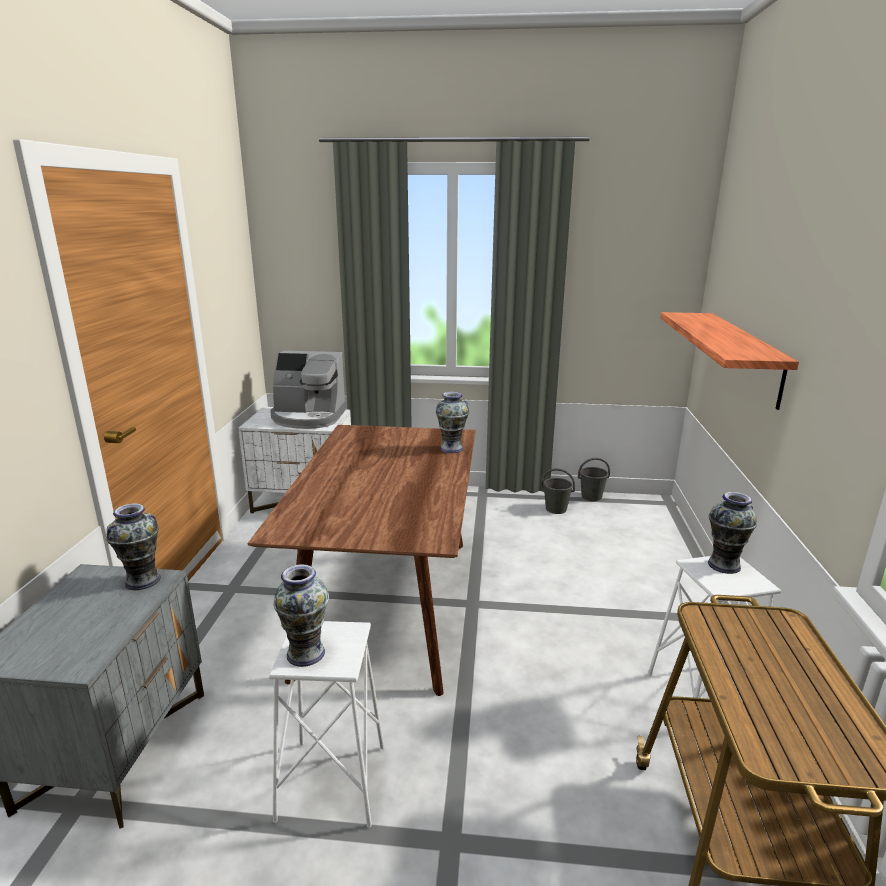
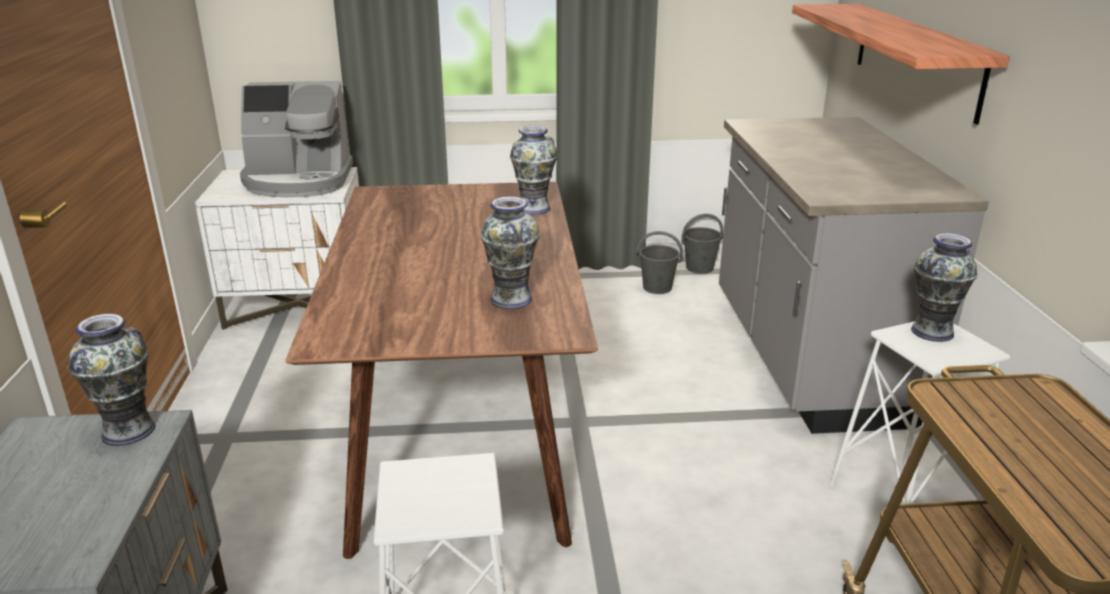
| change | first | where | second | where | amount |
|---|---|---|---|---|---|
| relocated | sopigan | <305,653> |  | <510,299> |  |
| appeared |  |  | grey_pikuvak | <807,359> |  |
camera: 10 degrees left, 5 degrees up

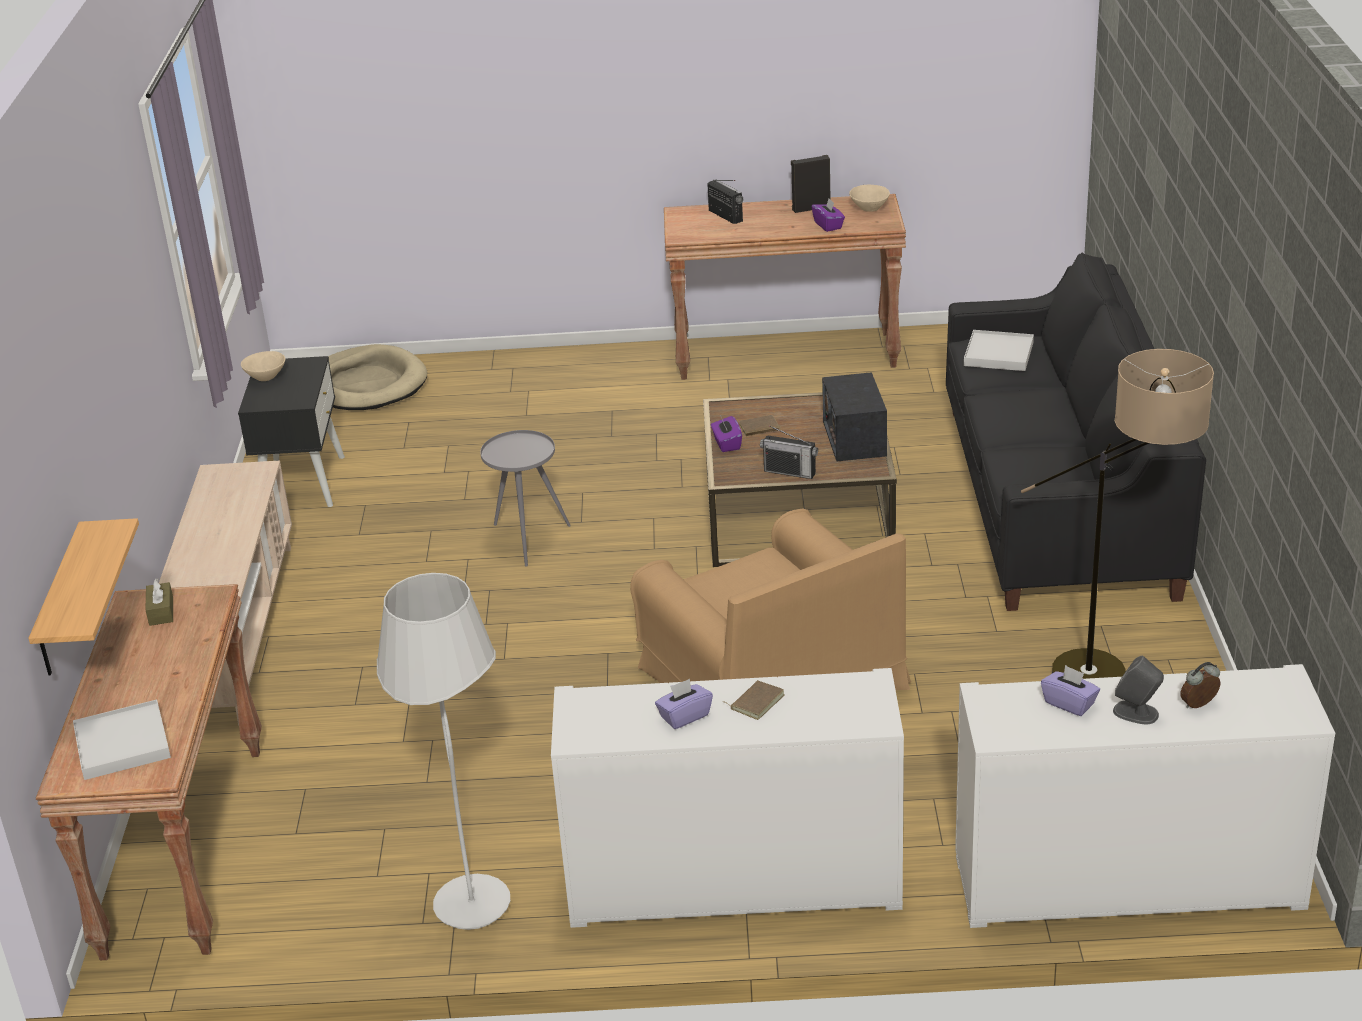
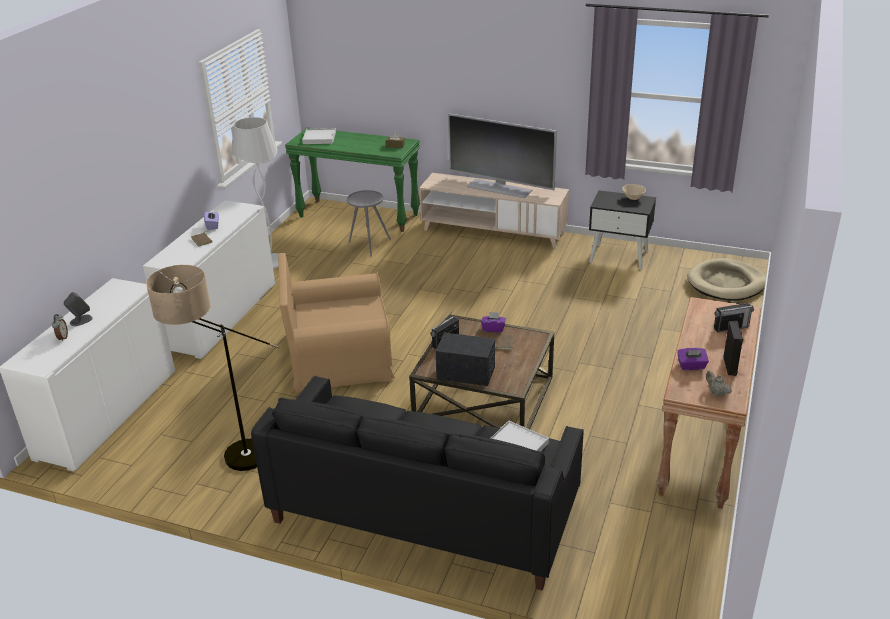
| change | first | where | second | where | amount |
|---|---|---|---|---|---|
| exchanged | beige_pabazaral | <869,209> | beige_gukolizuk | <716,392> |  |
| relocated | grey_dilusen | <527,541> |  | <369,245> |  |
| missing | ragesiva | <61,602> |  |  |  |
| colour | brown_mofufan | <183,849> | green_mofufan | <359,215> |  |
| missing | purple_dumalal | <1069,703> |  |  |  |
| appeared |  |  | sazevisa | <499,188> |  |
camera: 110 degrees right, 0 degrees up

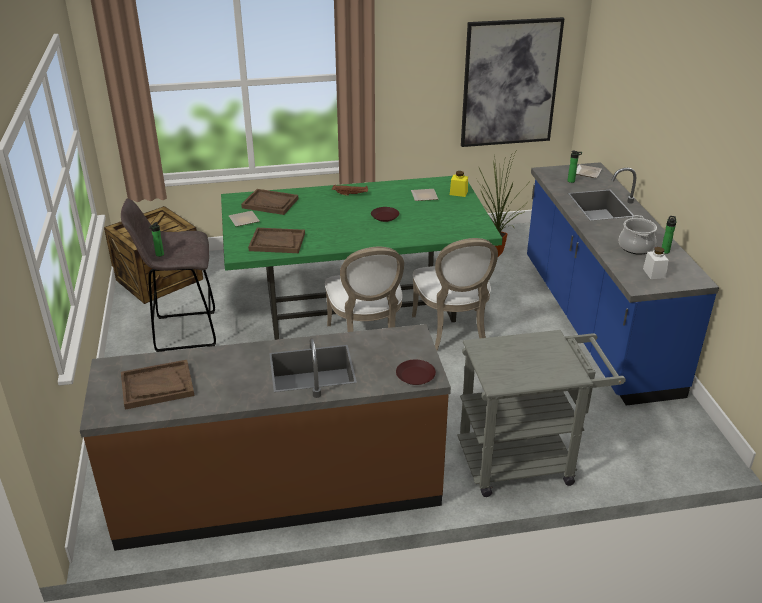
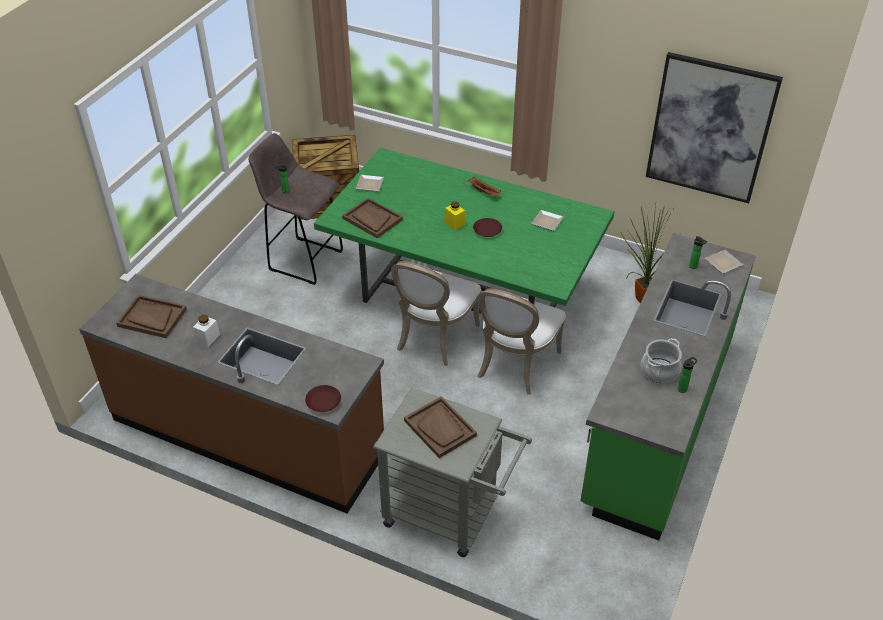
| change | first | where | second | where | amount |
|---|---|---|---|---|---|
| colour | blue_pikuvak | <595,324> | green_pikuvak | <656,422> |  |
| relocated | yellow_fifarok | <458,193> |  | <454,223> |  |
| relocated | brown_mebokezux | <270,203> |  | <440,428> |  |
| relocated | white_fifarok | <654,273> |  | <207,338> |  |
camera: 35 degrees right, 10 degrees up

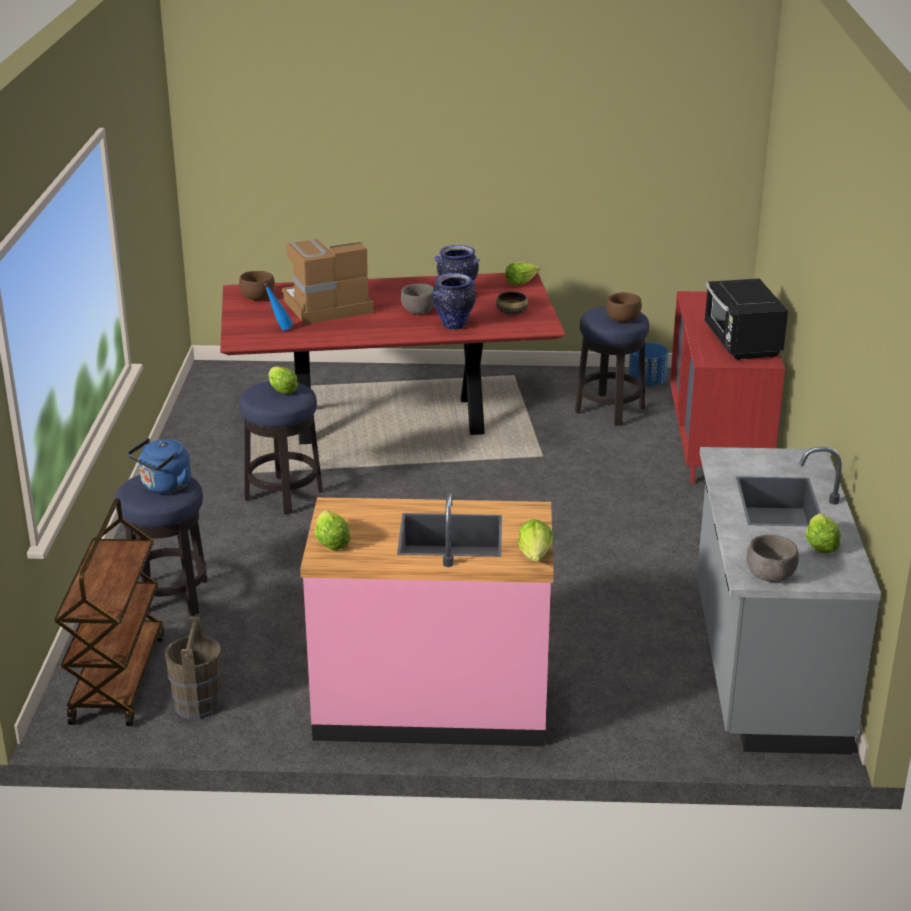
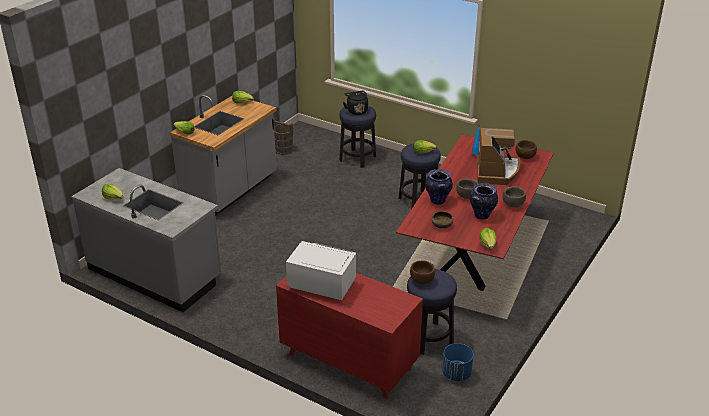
| change | first | where | second | where | amount |
|---|---|---|---|---|---|
| colour | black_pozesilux | <741,344> | white_pozesilux | <321,285> |  |
| colour | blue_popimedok | <164,486> | black_popimedok | <356,111> |  |
| colour | pink_pikuvak | <431,703> | grey_pikuvak | <231,191> |  |
| missing | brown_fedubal | <117,678> |  |  |  |
| relocated | brown_pabazaral | <769,576> |  | <513,205> |  |
camera: 120 degrees right, 5 degrees up

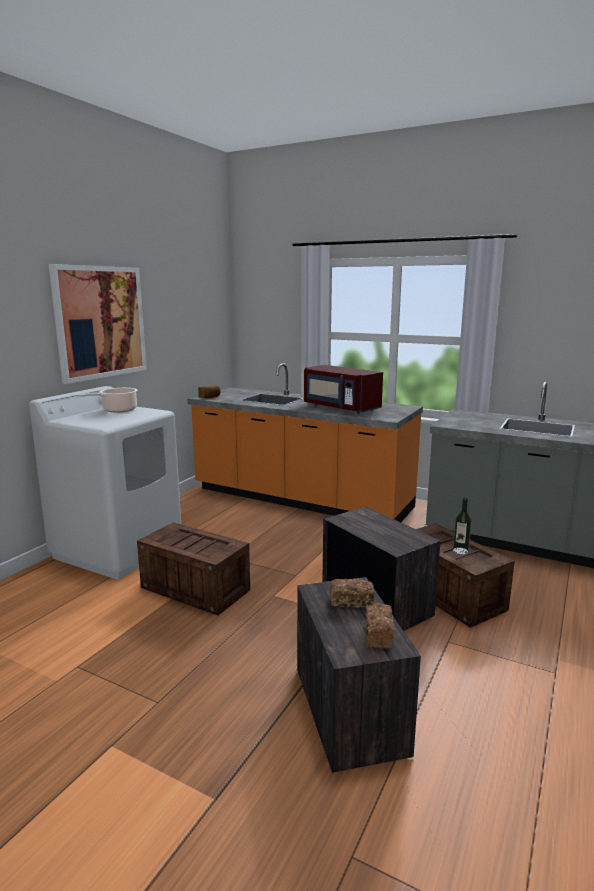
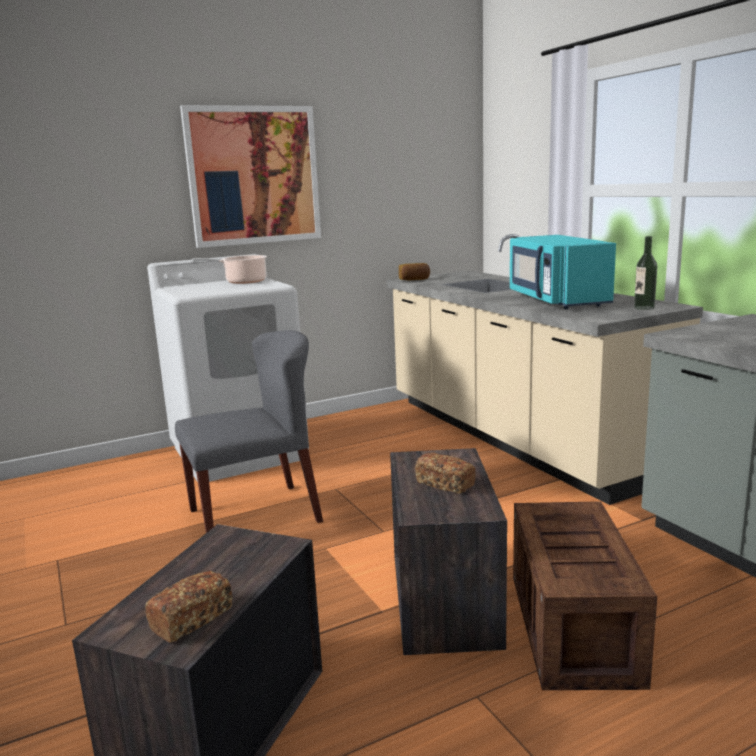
| change | first | where | second | where | amount |
|---|---|---|---|---|---|
| colour | orange_pikuvak | <300,499> | beige_pikuvak | <515,436> |  |
| colour | red_pozesilux | <340,407> | turquoise_pozesilux | <556,300> |  |
| relocated | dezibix | <460,551> |  | <644,308> |  |
| exchanged | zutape | <196,589> | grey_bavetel | <255,515> |  |
| relocated | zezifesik | <351,601> |  | <445,484> |  |
camera: 35 degrees right, 0 degrees up

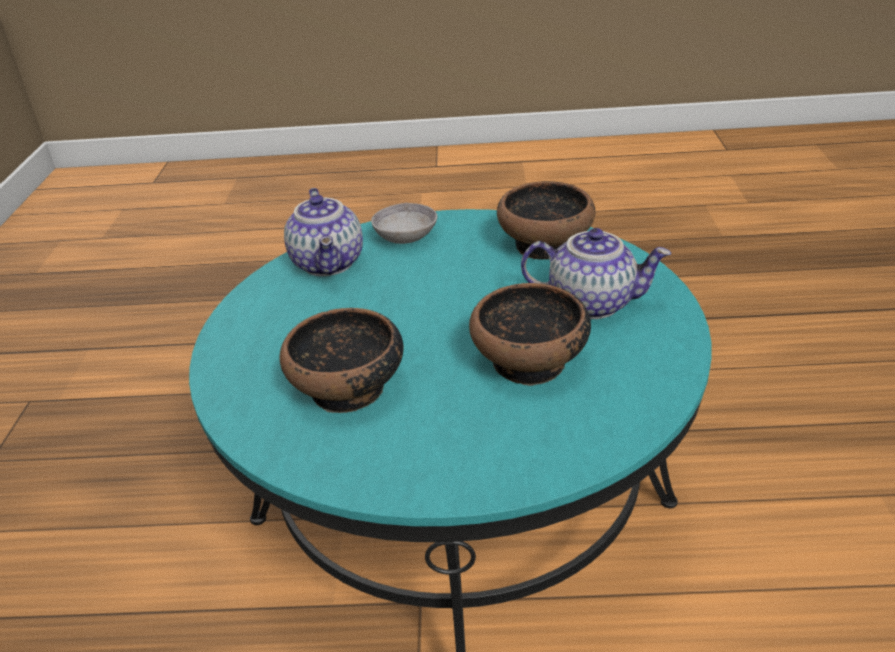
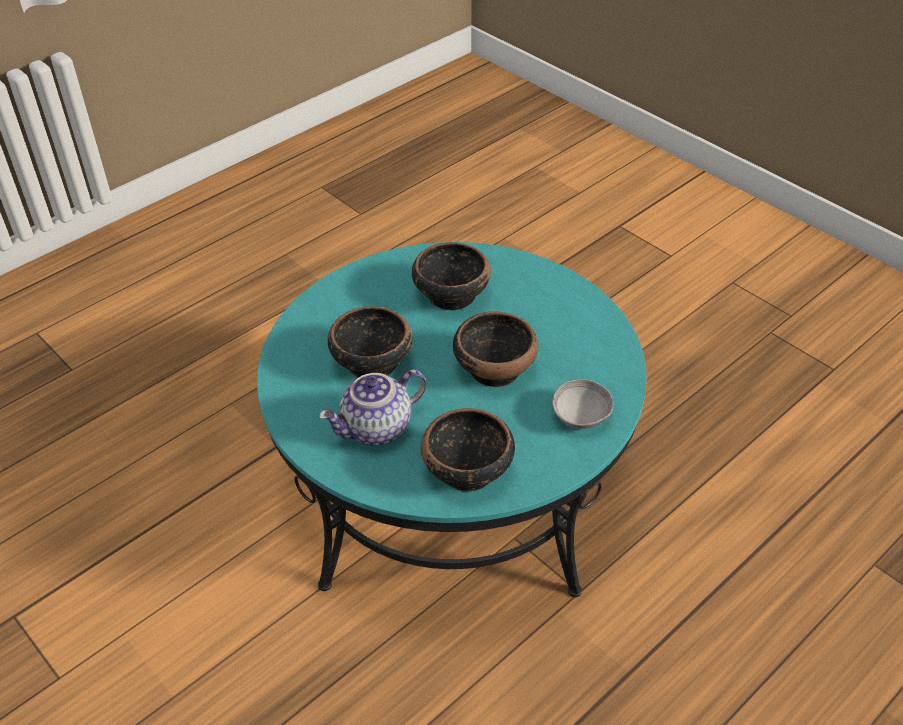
| change | first | where | second | where | amount |
|---|---|---|---|---|---|
| missing | gukolizuk | <330,264> |  |  |  |
| appeared |  |  | pabazaral | <495,368> |  |
camera: 135 degrees right, 10 degrees up

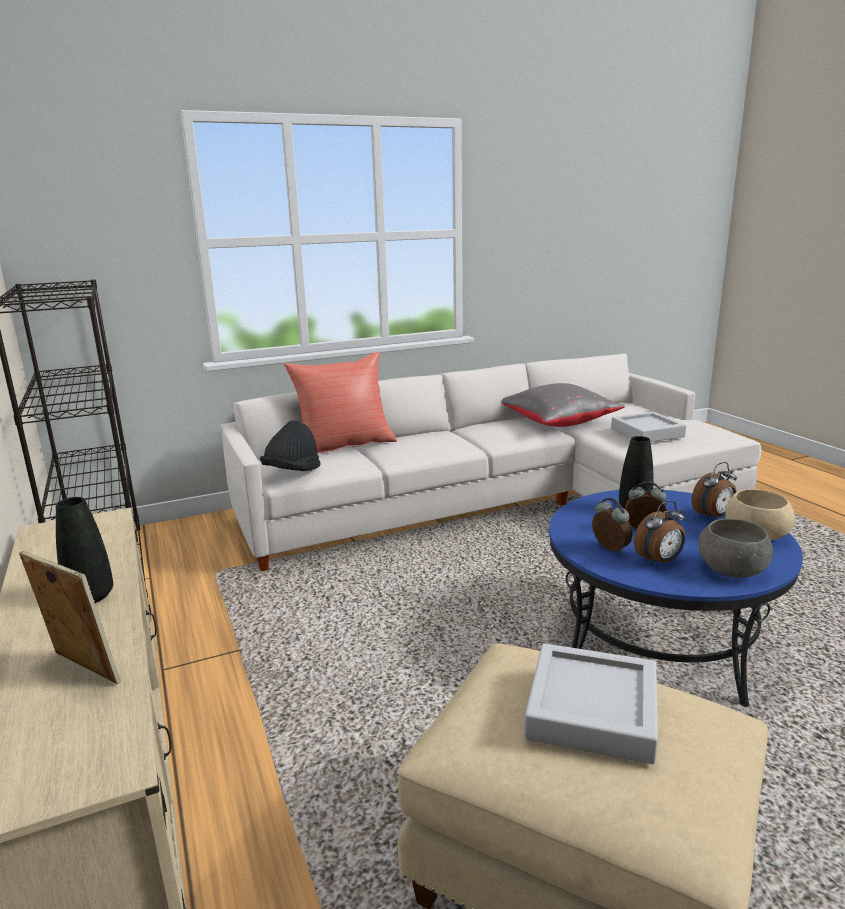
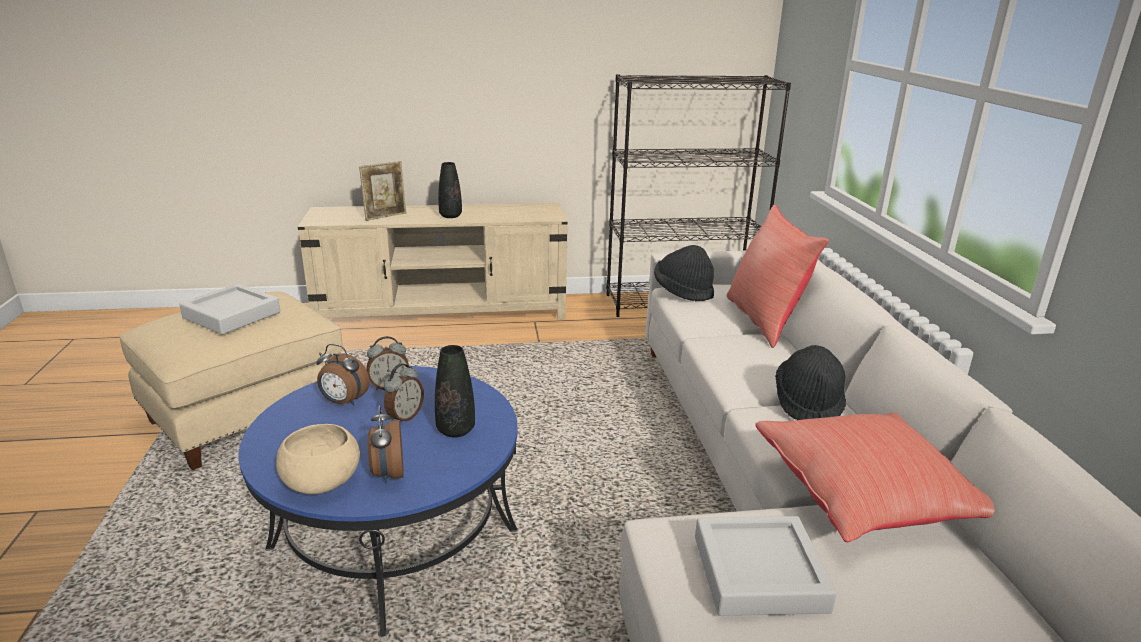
| change | first | where | second | where | amount |
|---|---|---|---|---|---|
| colour | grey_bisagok | <557,422> | red_bisagok | <866,499> |  |
| spun | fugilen | <659,561> |  | <343,402> | 60 degrees counterclockwise |
| missing | grey_pabazaral | <732,569> |  |  |  |
| appeared |  |  | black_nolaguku | <808,404> |  |
camera: 105 degrees right, 5 degrees up

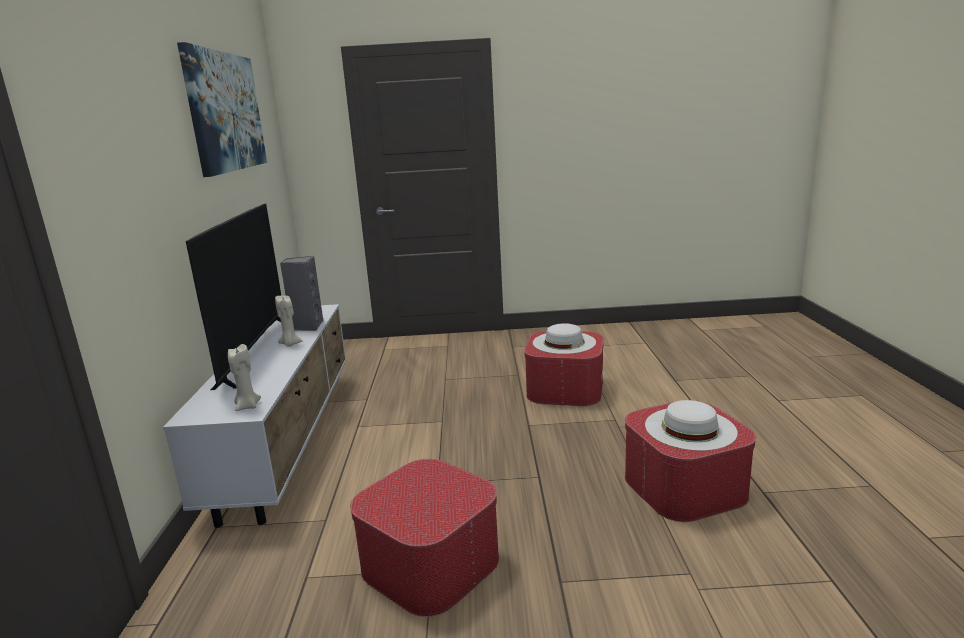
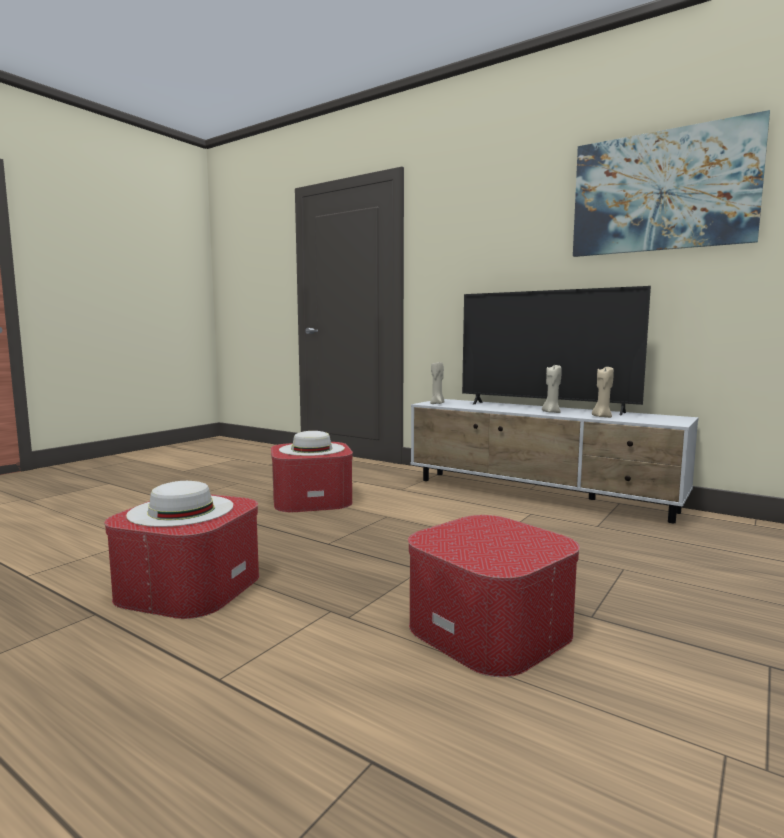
| change | first | where | second | where | amount |
|---|---|---|---|---|---|
| exchanged | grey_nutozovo | <307,326> | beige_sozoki | <602,417> |  |
| relocated | white_nolaguku | <564,342> |  | <312,449> |  |
camera: 125 degrees right, 10 degrees down

